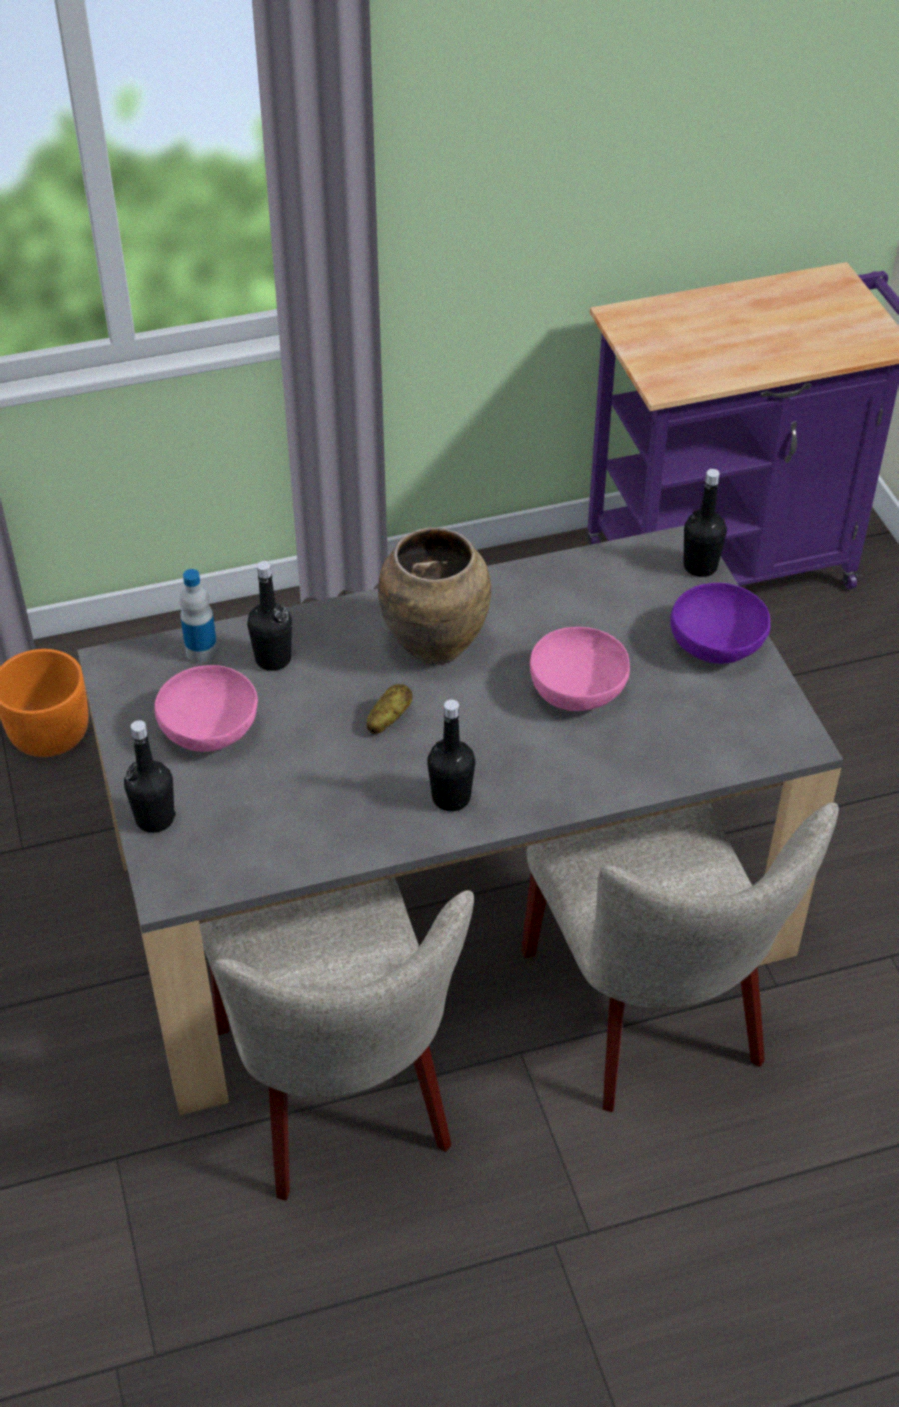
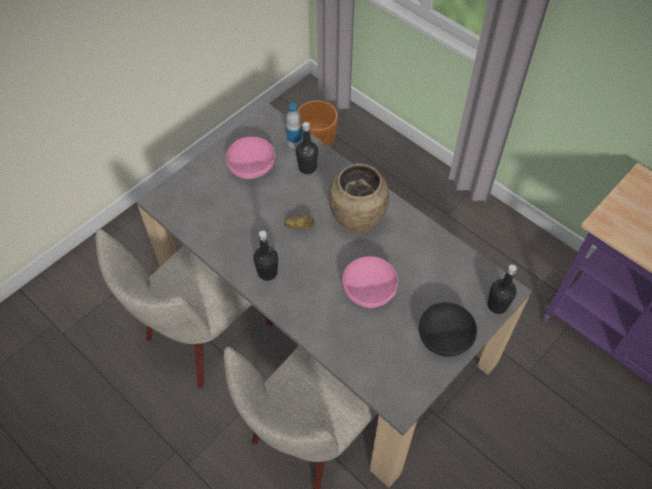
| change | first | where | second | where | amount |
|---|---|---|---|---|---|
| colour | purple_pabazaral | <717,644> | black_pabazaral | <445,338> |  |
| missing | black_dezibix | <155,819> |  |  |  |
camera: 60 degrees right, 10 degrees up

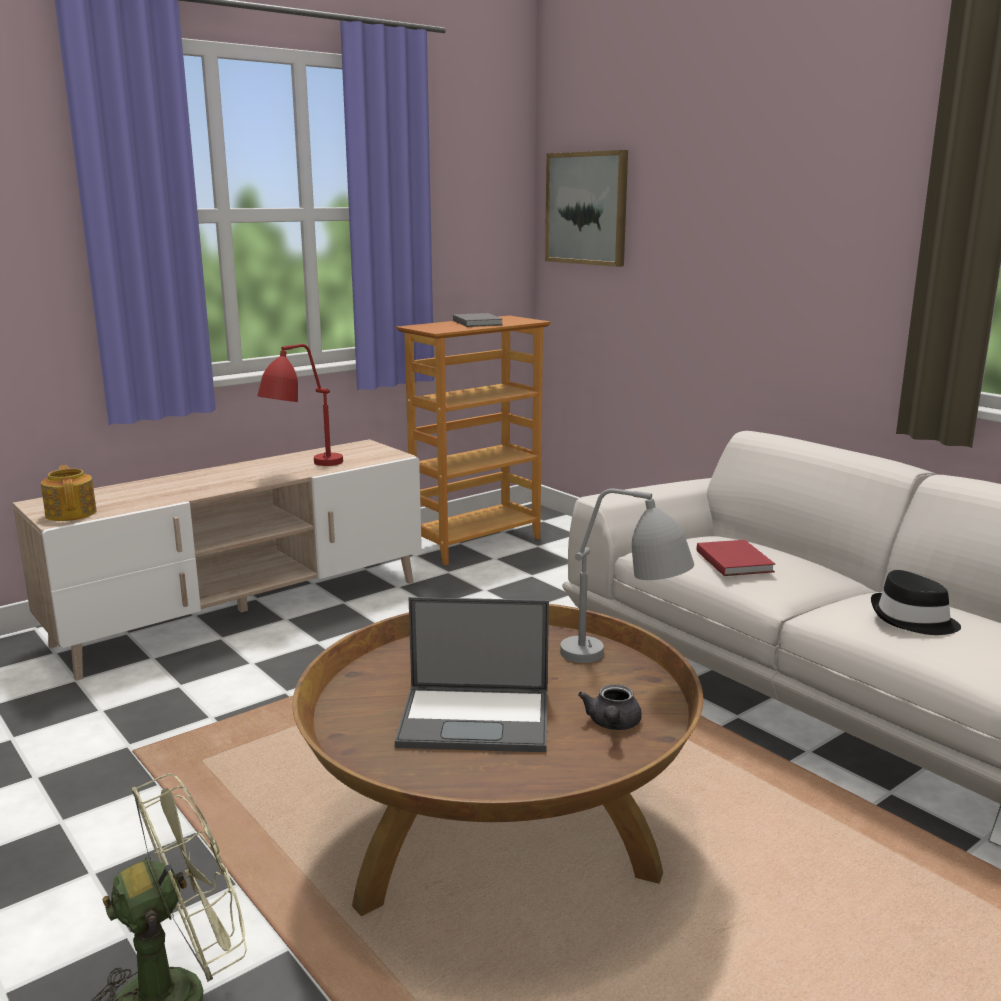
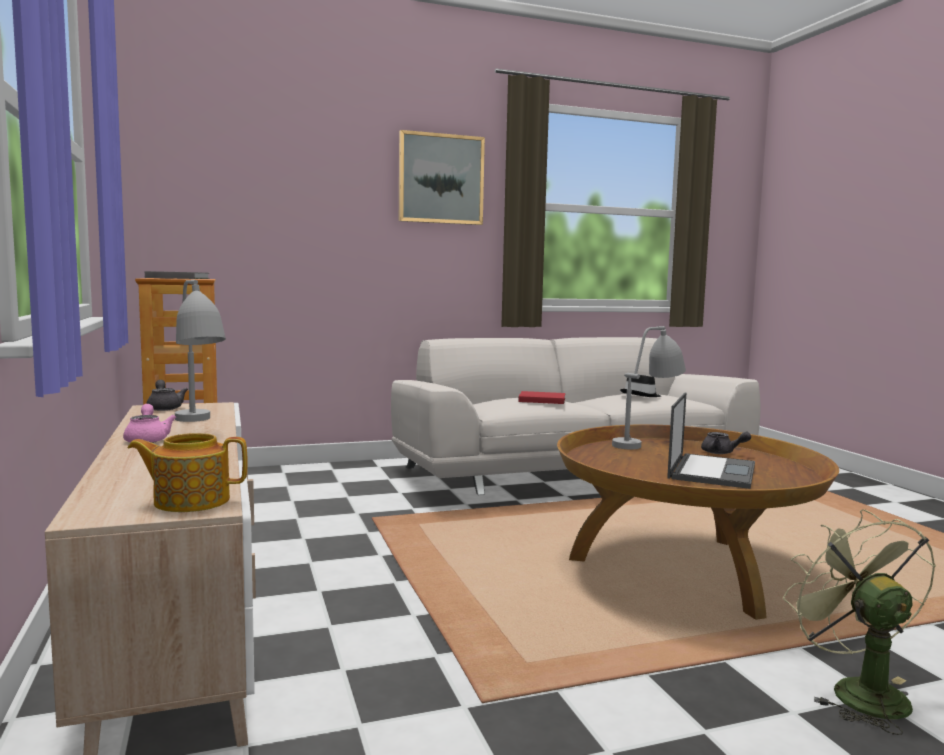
| change | first | where | second | where | amount |
|---|---|---|---|---|---|
| relocated | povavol | <587,208> |  | <441,179> |  |
| colour | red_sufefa | <302,468> | grey_sufefa | <198,425> |  |
| appeared |  |  | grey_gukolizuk | <164,408> |  |
| appeared |  |  | pink_gukolizuk | <147,439> |  |
camera: 70 degrees left, 10 degrees down

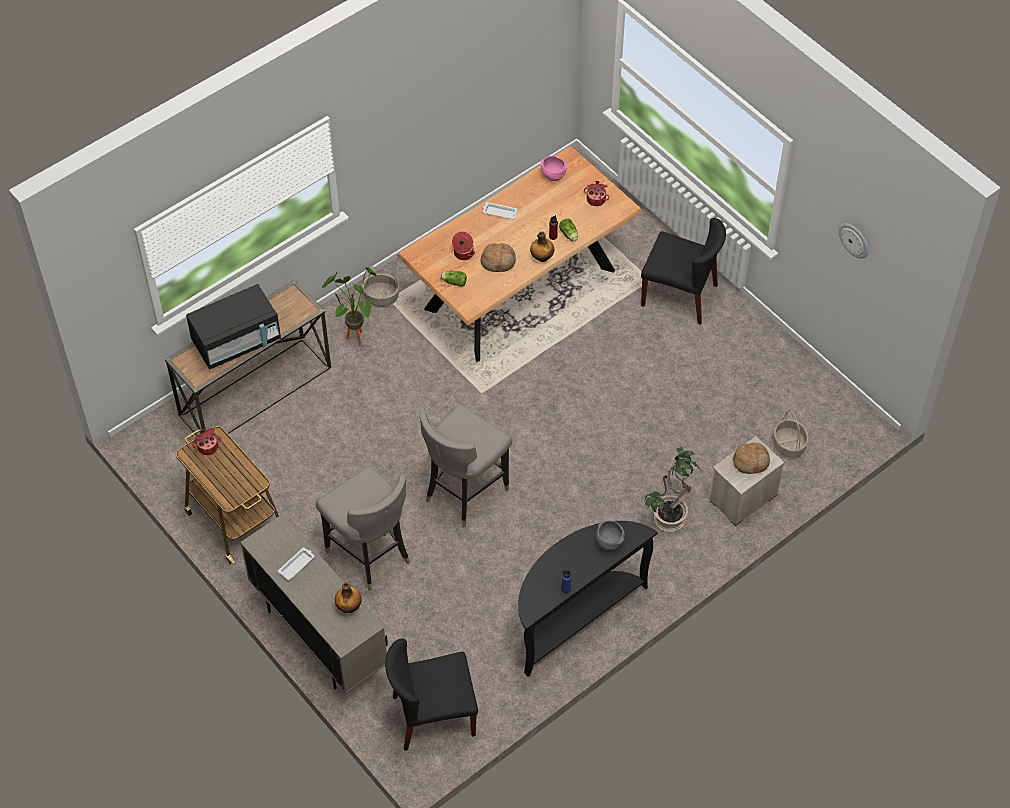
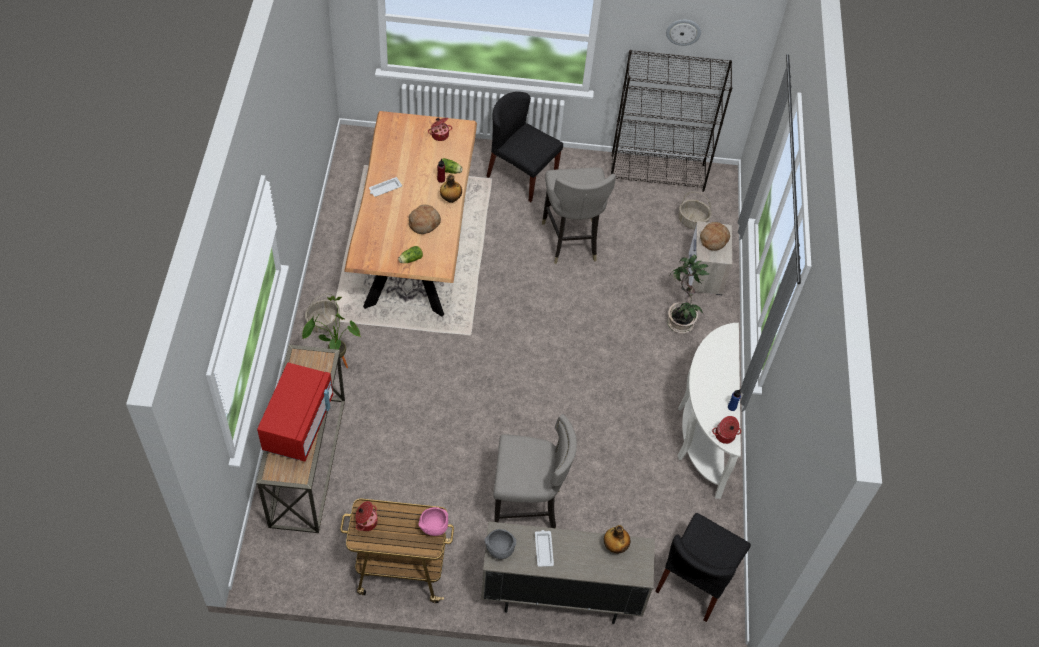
| change | first | where | second | where | amount |
|---|---|---|---|---|---|
| relocated | pink_pabazaral | <552,176> |  | <433,528> |  |
| spun | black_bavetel | <680,295> |  | <521,175> | 120 degrees counterclockwise |
| relocated | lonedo | <463,253> |  | <725,436> |  |
| colour | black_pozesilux | <237,341> | red_pozesilux | <299,424> |  |
| relocated | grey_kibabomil | <464,493> |  | <571,241> |  |
| relocated | grey_pabazaral | <608,542> |  | <499,549> |  |
| colour | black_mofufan | <574,617> | white_mofufan | <700,434> |  |
| appeared |  |  | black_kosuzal | <658,173> |  |
camera: 50 degrees left, 0 degrees up

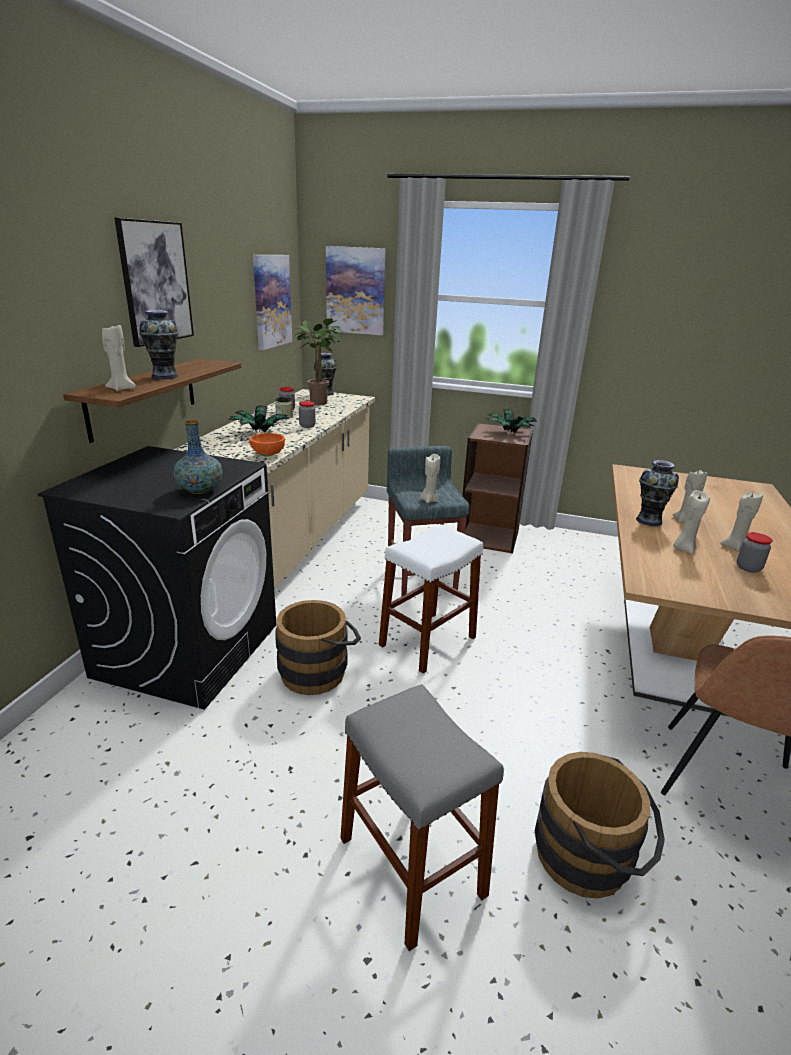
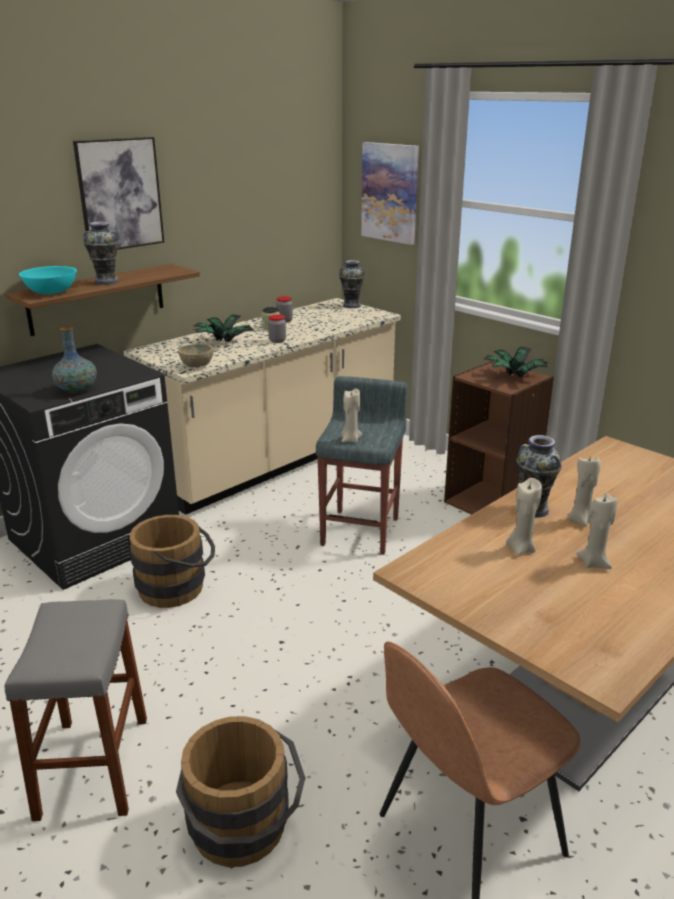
| change | first | where | second | where | amount |
|---|---|---|---|---|---|
| missing | povavol | <271,301> |  |  |  |
| missing | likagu | <322,403> |  |  |  |
| exchanged | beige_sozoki | <121,389> | turquoise_pabazaral | <51,292> |  |
| colour | orange_pabazaral | <268,455> | beige_pabazaral | <197,366> |  |
| missing | white_kibabomil | <427,641> |  |  |  |
| missing | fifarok | <748,568> |  |  |  |
camera: 30 degrees right, 0 degrees up

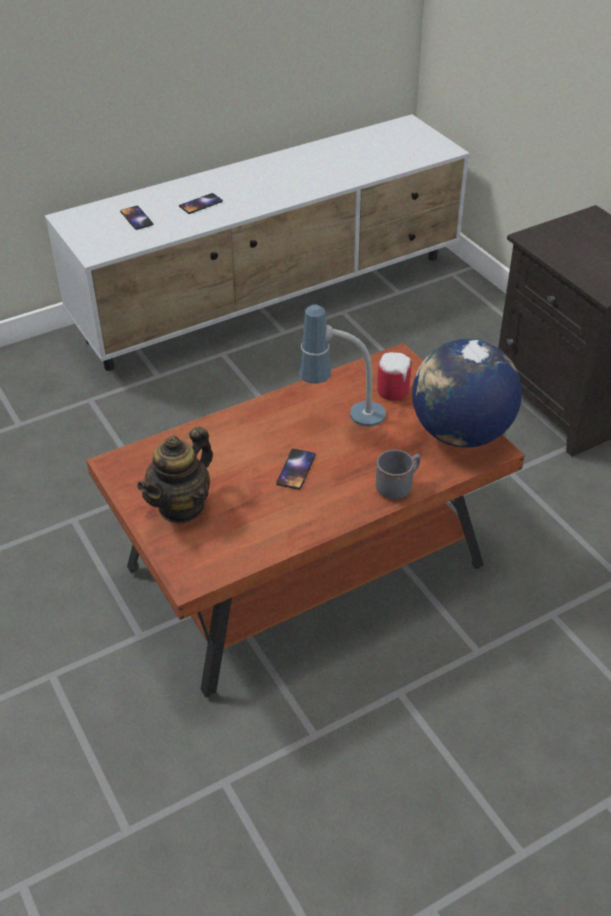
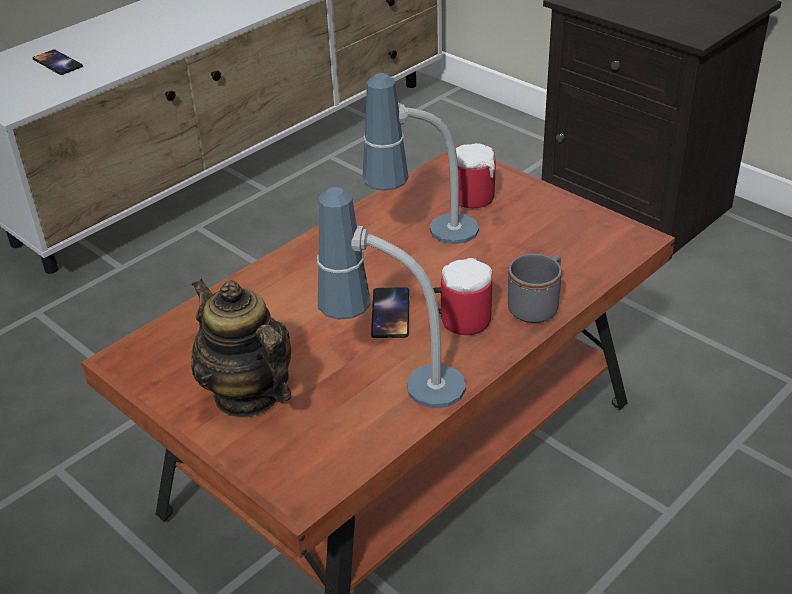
| change | first | where | second | where | amount |
|---|---|---|---|---|---|
| missing | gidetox | <201,204> |  |  |  |
| missing | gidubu | <460,434> |  |  |  |
| spun | gukolizuk | <181,506> |  | <248,394> | 120 degrees clockwise |
| appeared |  |  | sufefa | <395,384> |  |
| appeared |  |  | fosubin | <458,320> |  |
camera: 15 degrees left, 5 degrees down

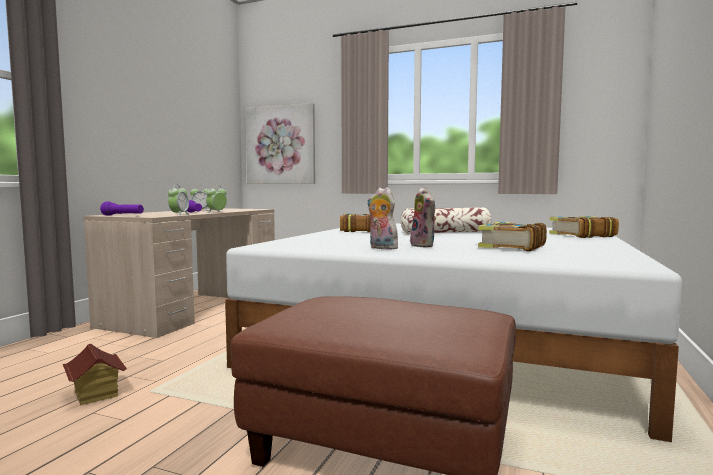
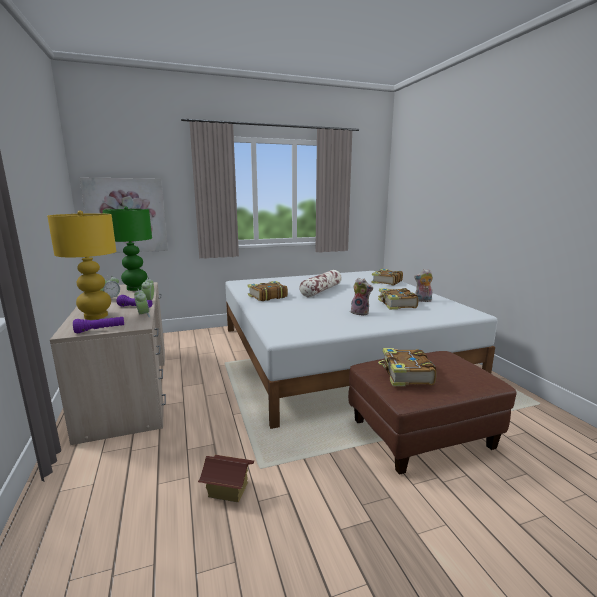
| change | first | where | second | where | amount |
|---|---|---|---|---|---|
| relocated | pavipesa | <381,248> |  | <423,301> |  |
| appeared |  |  | green_sufefa | <136,288> |  |
| appeared |  |  | yellow_sufefa | <95,316> |  |
| appeared |  |  | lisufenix | <405,375> |  |
camera: 40 degrees left, 10 degrees up

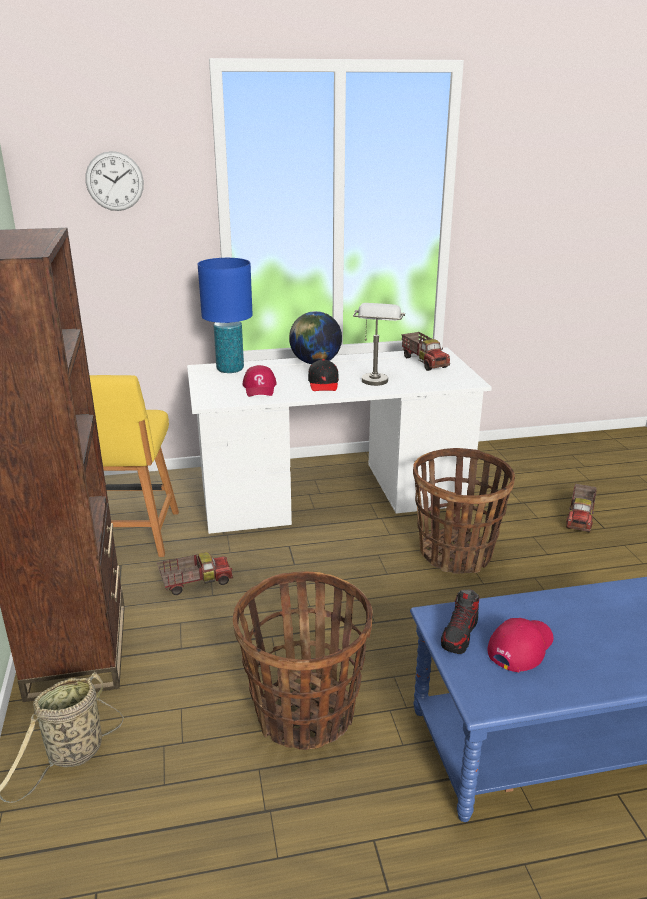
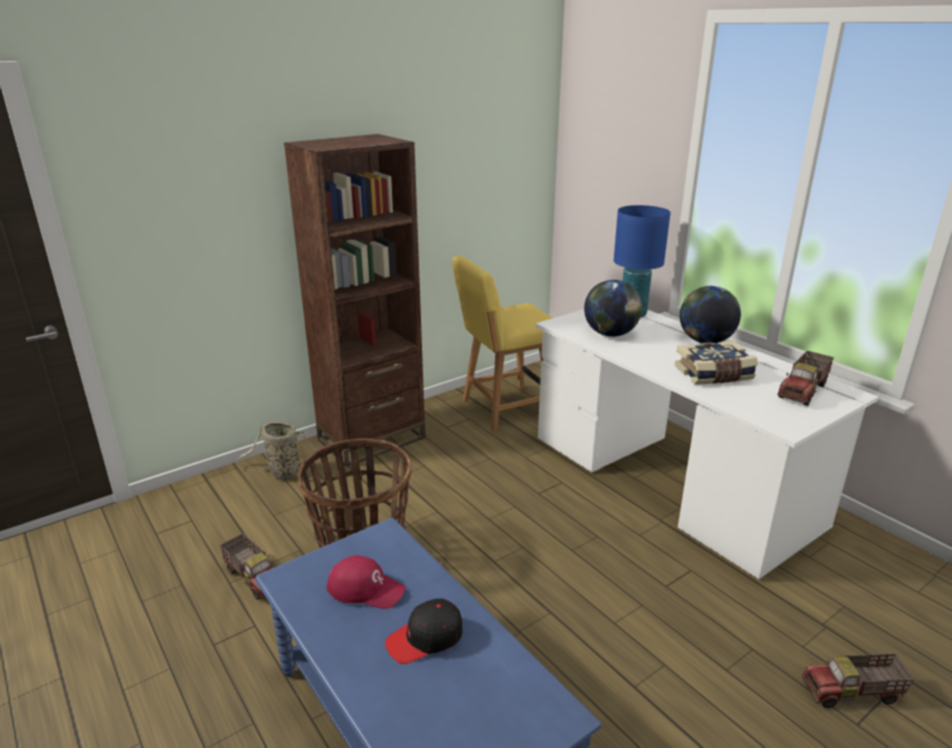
| change | first | where | second | where | amount |
|---|---|---|---|---|---|
| missing | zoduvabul | <114,181> |  |  |  |
| exchanged | grey_sufefa | <375,377> | lisufenix | <714,375> |  |
| relocated | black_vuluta | <323,383> |  | <425,638> |  |
| exchanged | red_vuluta | <260,388> | gidubu | <611,334> |  |
| missing | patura | <455,553> |  |  |  |
| relocated | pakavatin | <196,583> |  | <255,577> |  |
| missing | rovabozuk | <459,635> |  |  |  |
camera: 65 degrees right, 0 degrees up

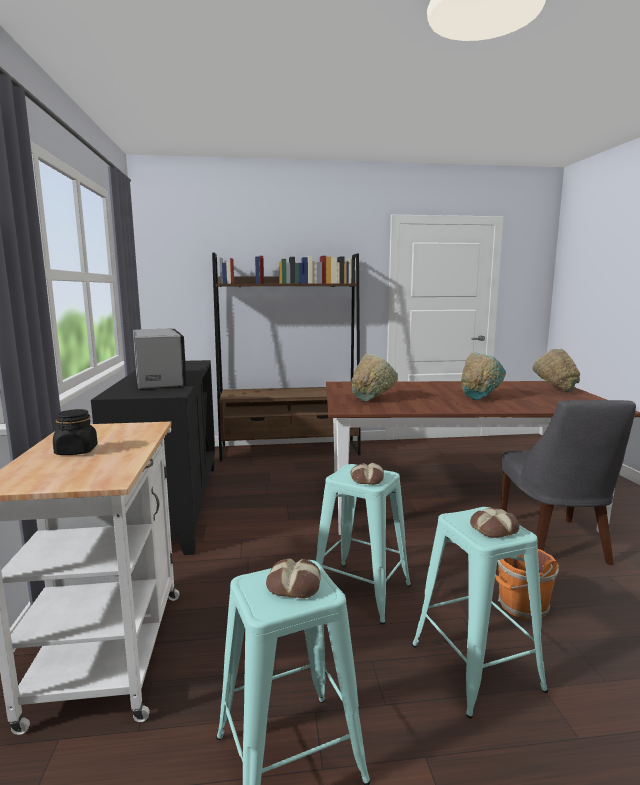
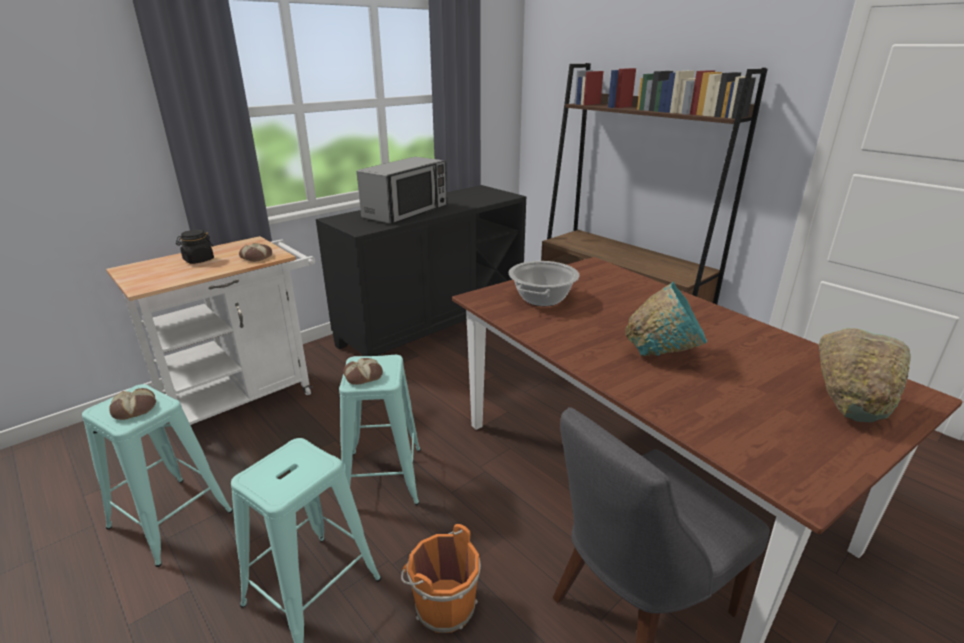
| change | first | where | second | where | amount |
|---|---|---|---|---|---|
| exchanged | green_pabazaral | <372,399> | lonedo | <542,298> |  |
| relocated | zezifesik | <493,528> |  | <257,257> |  |
camera: 55 degrees right, 15 degrees up

